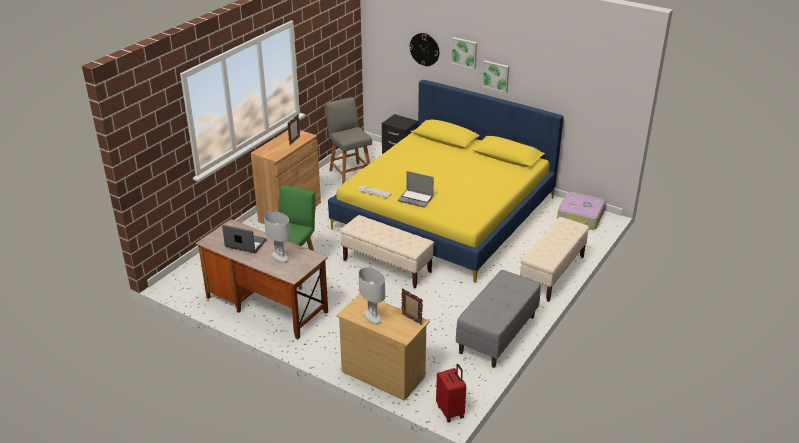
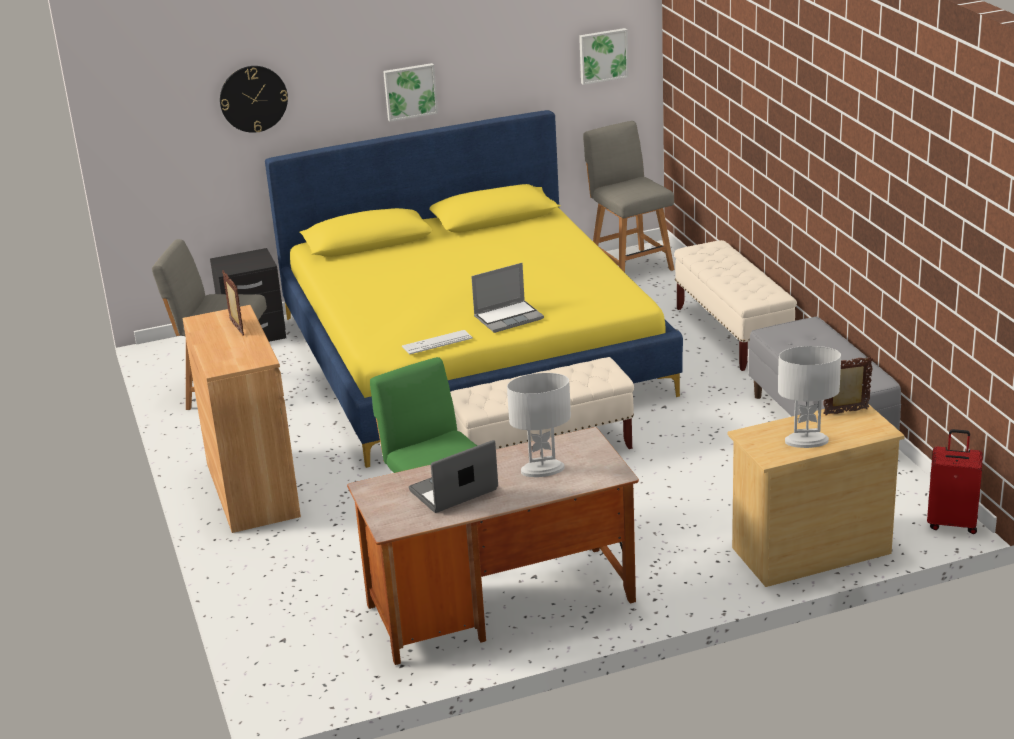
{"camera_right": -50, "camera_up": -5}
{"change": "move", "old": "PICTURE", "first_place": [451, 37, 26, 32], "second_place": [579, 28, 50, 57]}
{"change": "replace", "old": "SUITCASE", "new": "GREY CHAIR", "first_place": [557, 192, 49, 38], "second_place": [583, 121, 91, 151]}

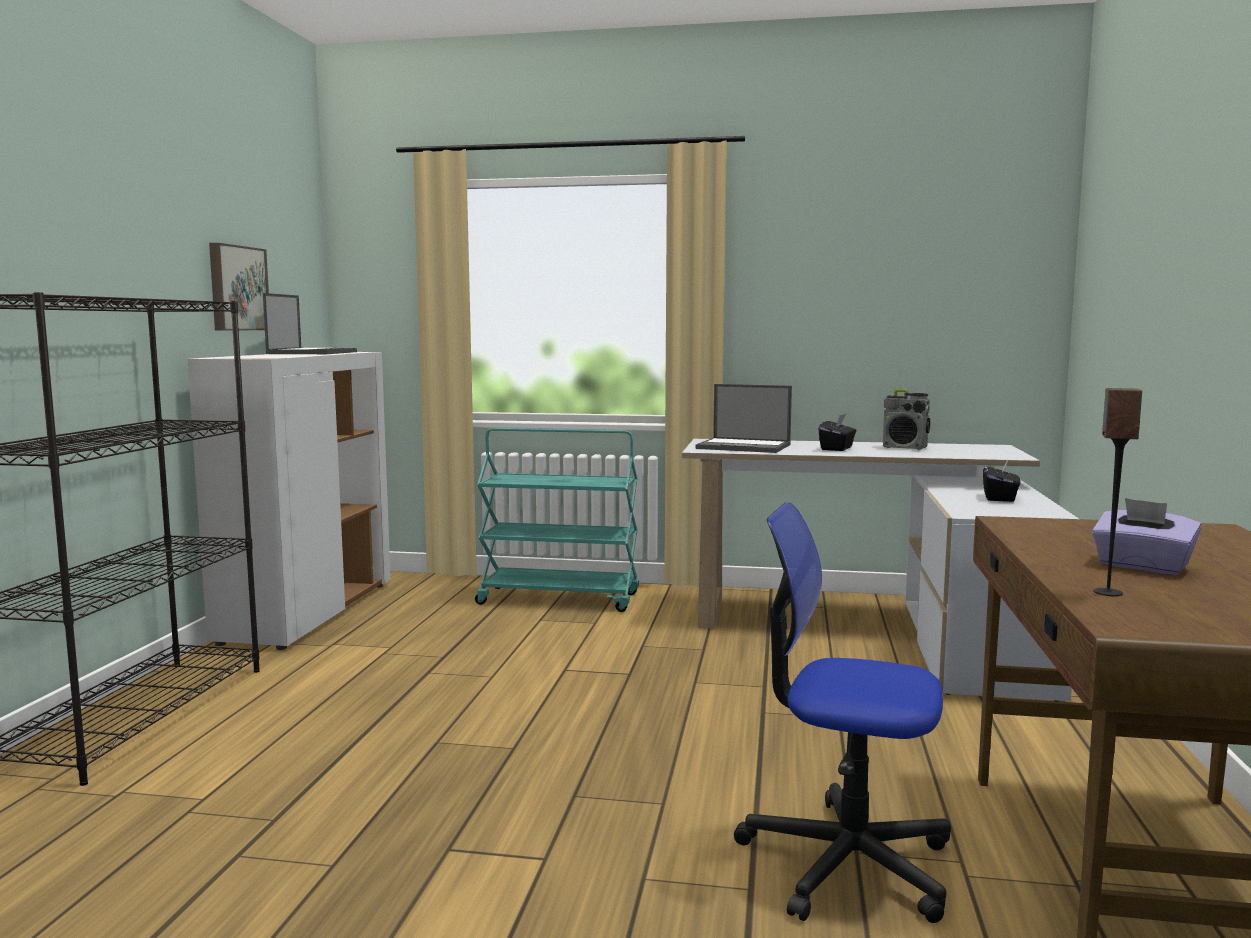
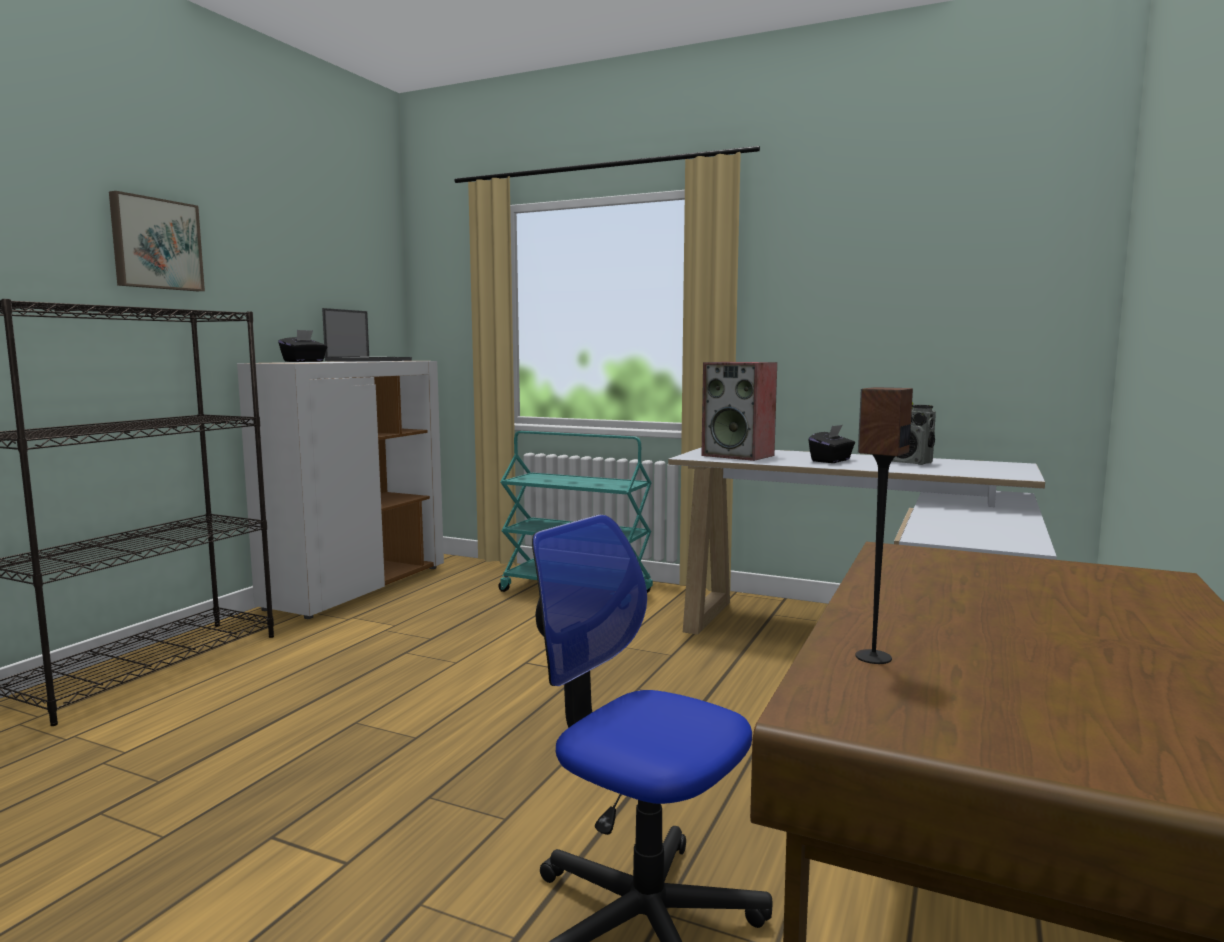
{"camera_right": 15, "camera_up": 0}
{"change": "move", "old": "PICTURE", "first_place": [209, 243, 60, 88], "second_place": [109, 191, 96, 100]}
{"change": "move", "old": "BLACK TISSUE BOX", "first_place": [983, 459, 38, 43], "second_place": [278, 330, 49, 32]}
{"change": "replace", "old": "LAPTOP", "new": "SPEAKER", "first_place": [695, 384, 97, 69], "second_place": [701, 362, 76, 99]}
{"change": "delete", "old": "PURPLE TISSUE BOX", "first_place": [1092, 498, 109, 77]}

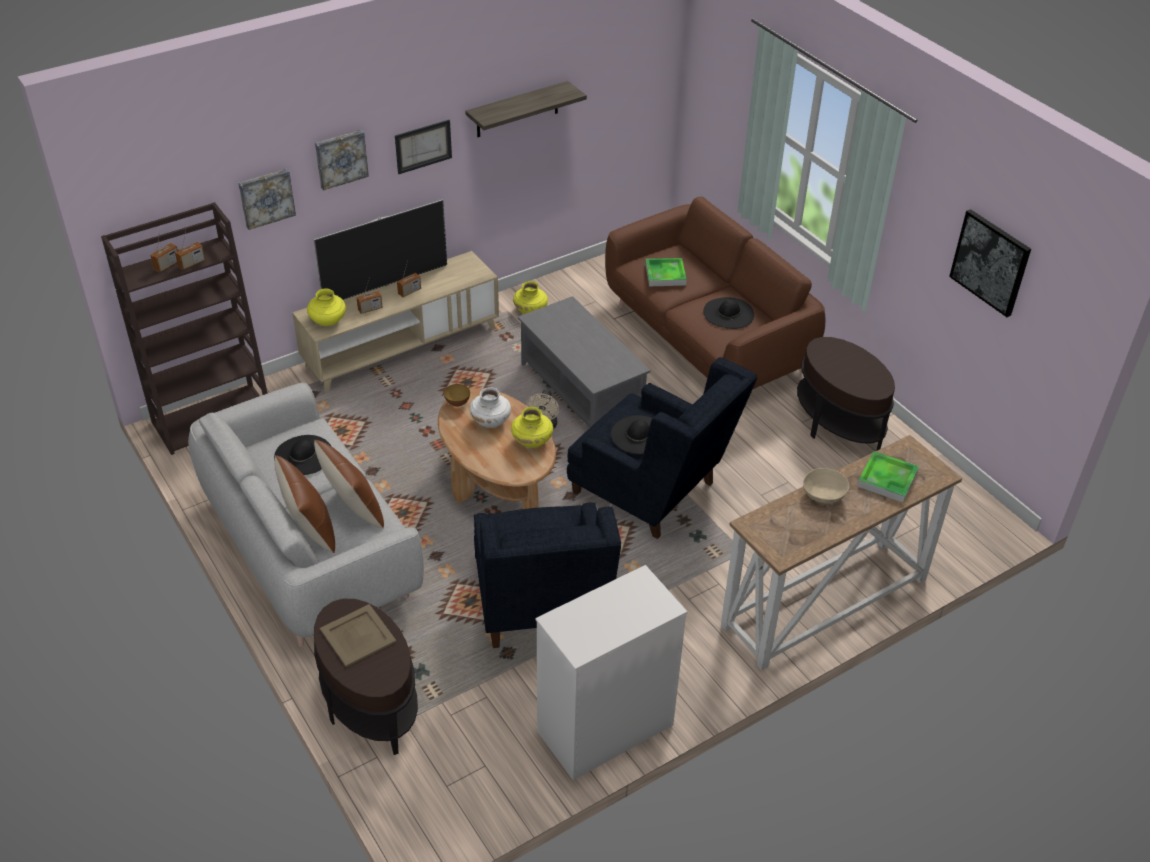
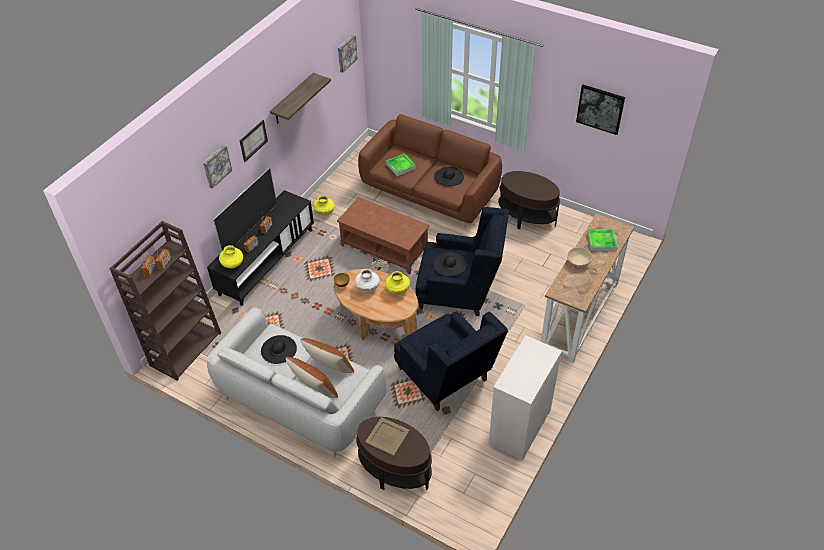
{"camera_right": -25, "camera_up": 5}
{"change": "recolor", "old": "BEIGE TV STAND", "new": "BLACK TV STAND", "first_place": [292, 251, 207, 141], "second_place": [207, 190, 107, 116]}
{"change": "recolor", "old": "GREY COFFEE TABLE", "new": "BROWN COFFEE TABLE", "first_place": [518, 296, 133, 132], "second_place": [337, 197, 92, 78]}
{"change": "move", "old": "PICTURE", "first_place": [238, 169, 58, 61], "second_place": [338, 35, 20, 38]}

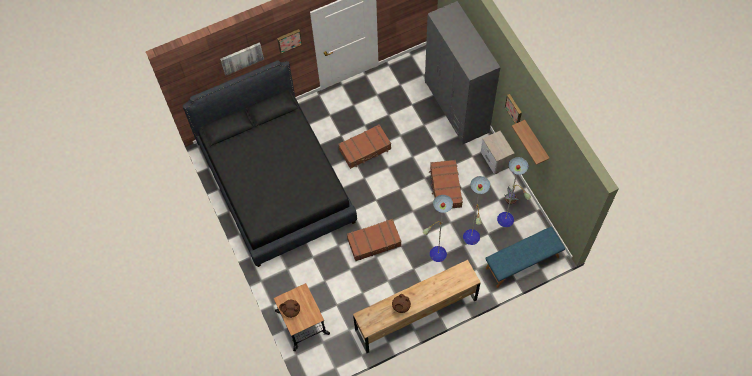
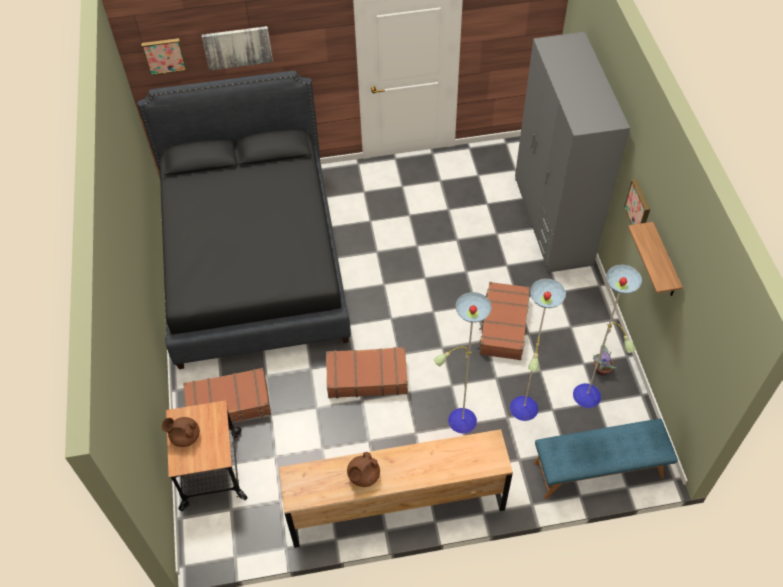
{"camera_right": 15, "camera_up": -10}
{"change": "move", "old": "PICTURE", "first_place": [277, 29, 25, 25], "second_place": [141, 38, 46, 37]}
{"change": "move", "old": "BROWN SUITCASE", "first_place": [338, 124, 53, 45], "second_place": [183, 368, 88, 54]}
{"change": "delete", "old": "NIGHTSTAND", "first_place": [481, 131, 33, 43]}

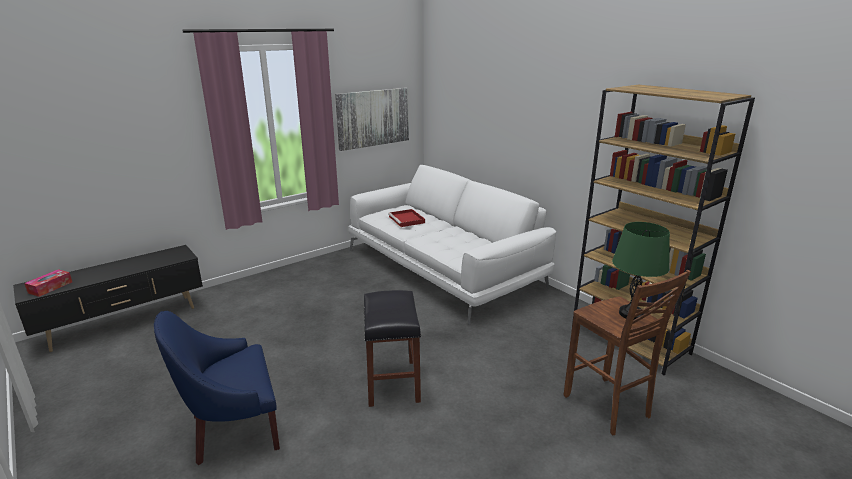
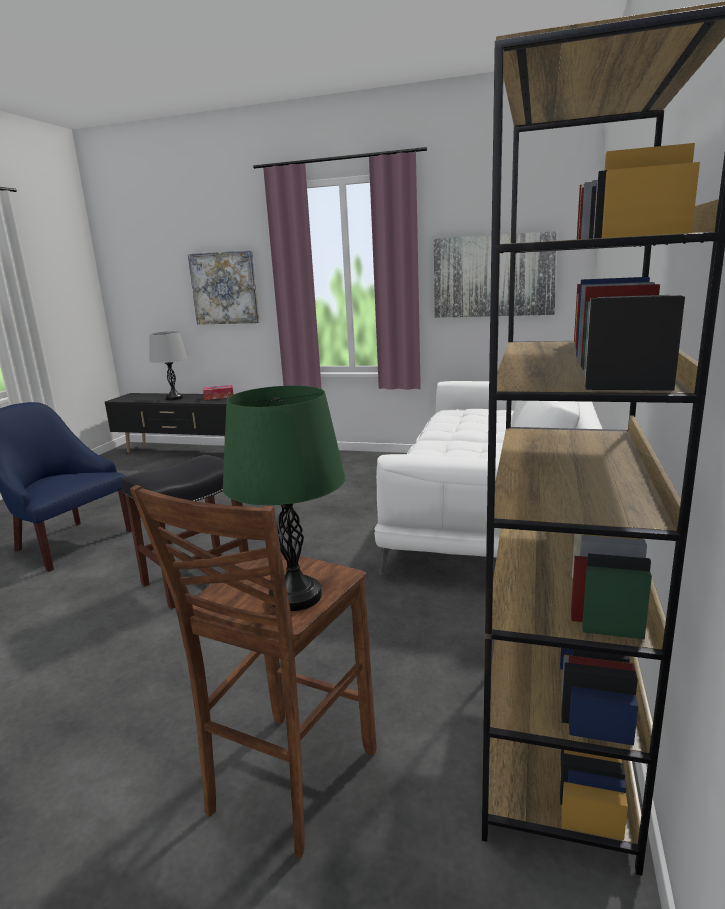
{"camera_right": 55, "camera_up": -5}
{"change": "insert", "new": "GREY TABLE LAMP", "second_place": [149, 331, 38, 69]}
{"change": "insert", "new": "PICTURE", "second_place": [188, 250, 72, 75]}
{"change": "move", "old": "TISSUE BOX", "first_place": [24, 269, 48, 28], "second_place": [203, 385, 31, 15]}
{"change": "delete", "old": "RED TRAY", "first_place": [388, 209, 37, 18]}

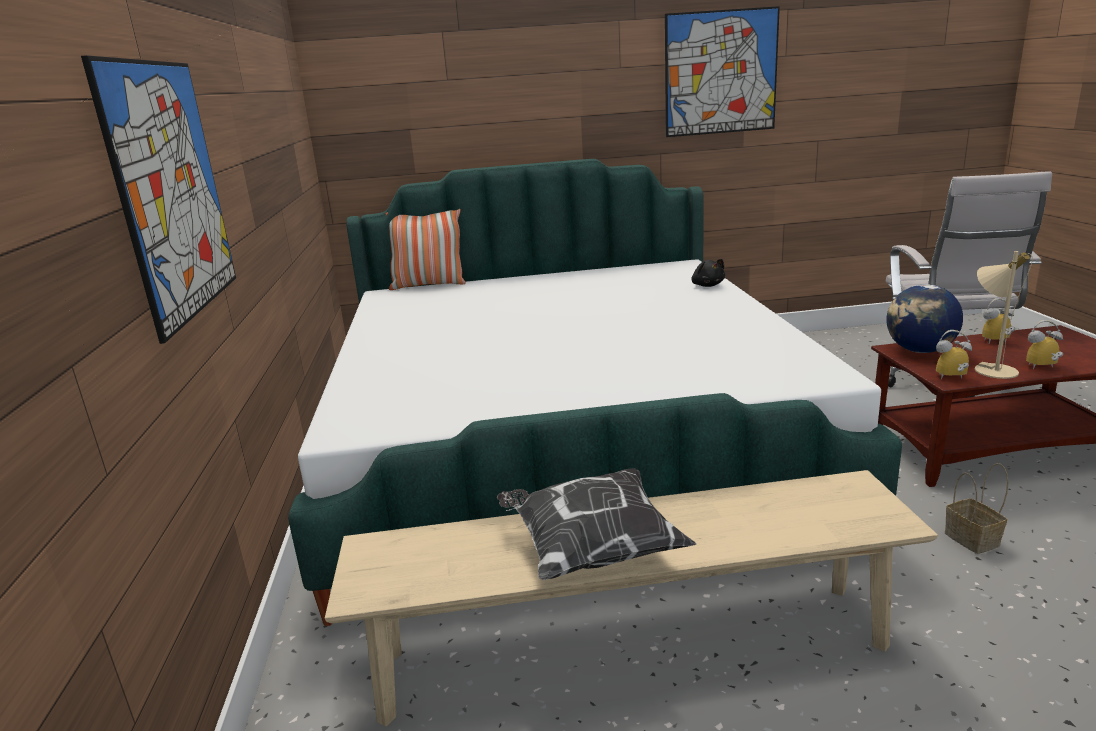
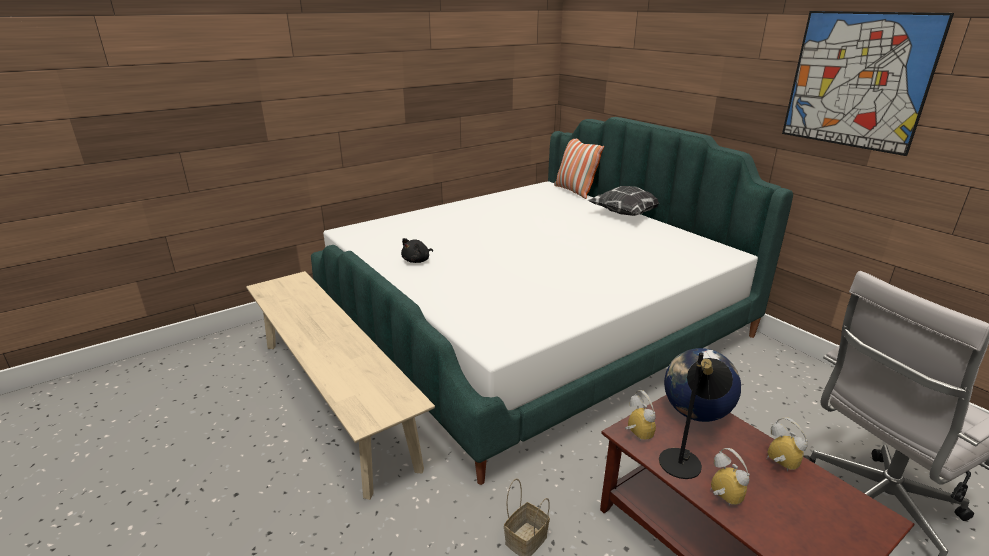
{"camera_right": 60, "camera_up": 5}
{"change": "move", "old": "BLACK PLUSH TOY", "first_place": [692, 259, 33, 28], "second_place": [401, 238, 32, 25]}
{"change": "move", "old": "PILLOW", "first_place": [497, 468, 199, 112], "second_place": [588, 186, 71, 30]}
{"change": "recolor", "old": "BEIGE TABLE LAMP", "new": "BLACK TABLE LAMP", "first_place": [975, 251, 58, 128], "second_place": [659, 352, 74, 127]}
{"change": "delete", "old": "PICTURE", "first_place": [81, 55, 155, 289]}

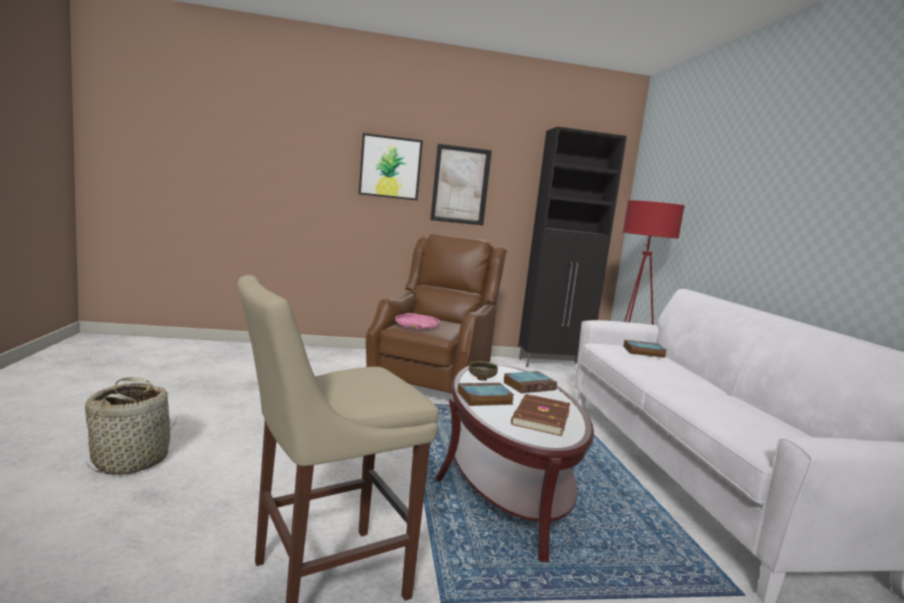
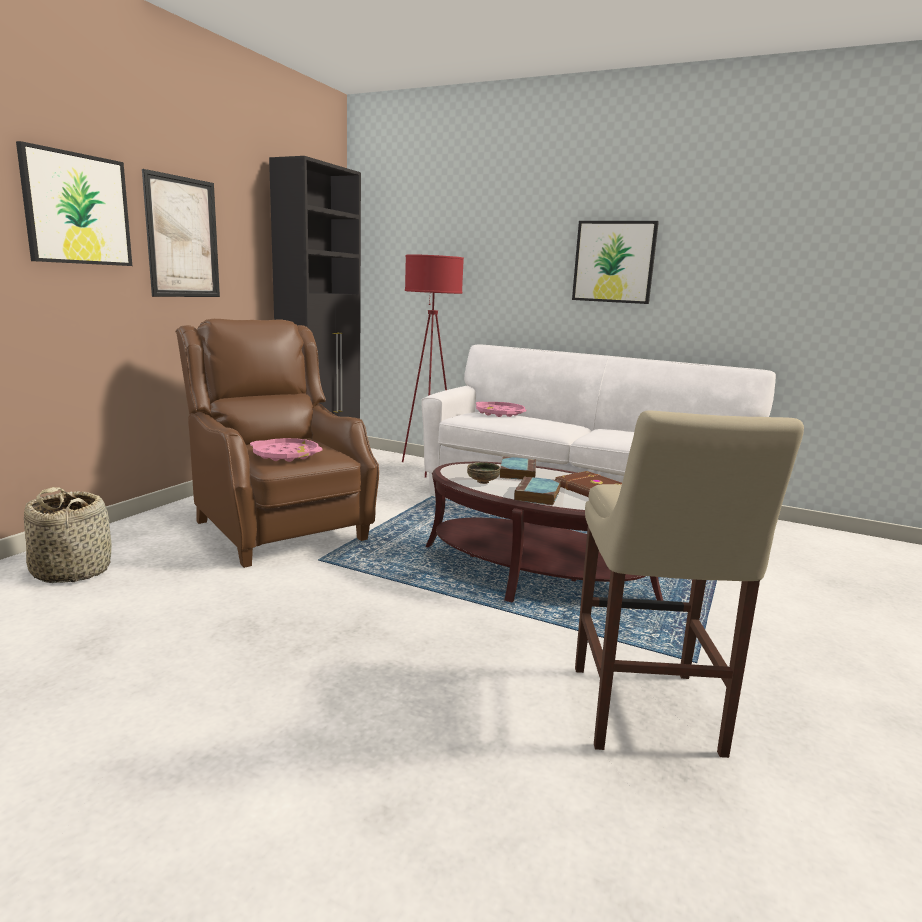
{"camera_right": -55, "camera_up": 5}
{"change": "move", "old": "BASKET", "first_place": [85, 377, 92, 98], "second_place": [24, 487, 87, 96]}
{"change": "replace", "old": "BOOK", "new": "PINK TRAY", "first_place": [623, 340, 43, 18], "second_place": [476, 402, 50, 15]}
{"change": "insert", "new": "PICTURE", "second_place": [572, 221, 87, 83]}

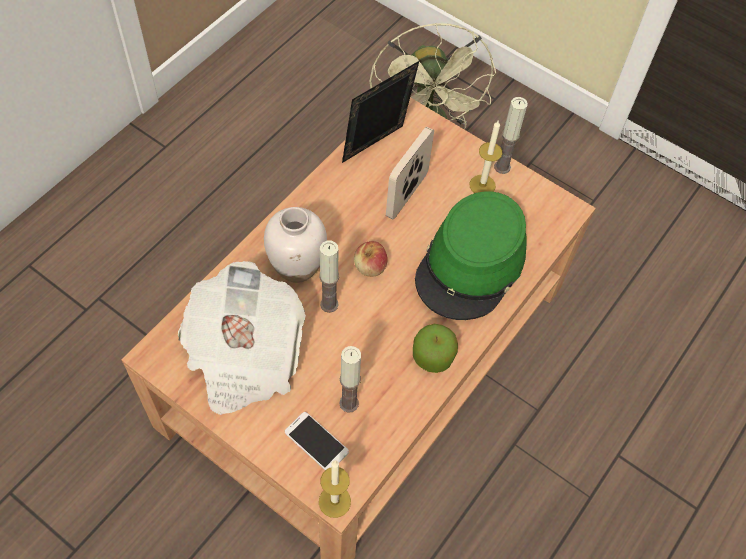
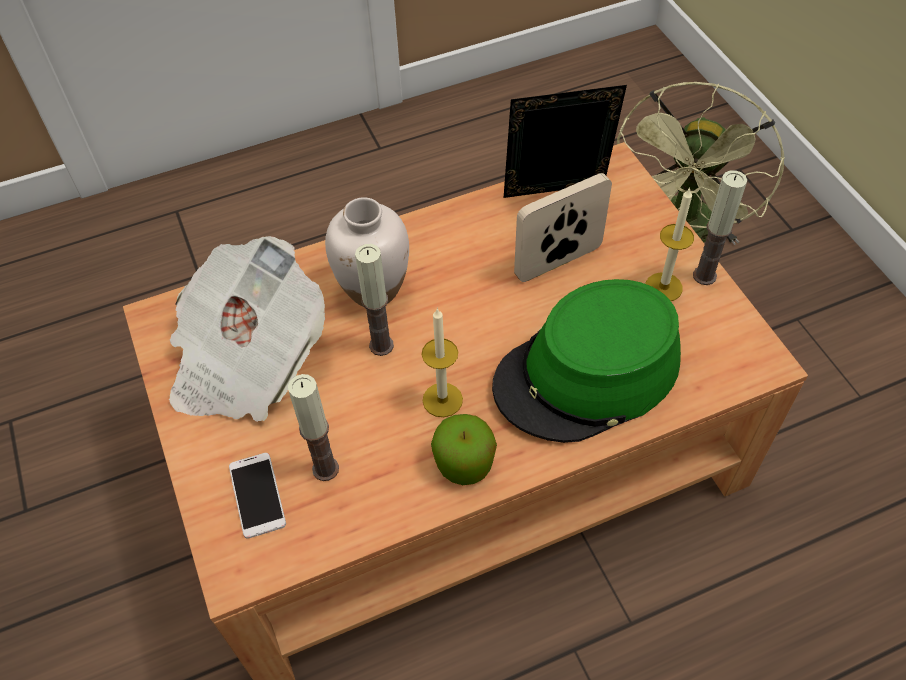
{"camera_right": 35, "camera_up": -5}
{"change": "move", "old": "CANDLE", "first_place": [319, 460, 32, 58], "second_place": [421, 307, 42, 110]}
{"change": "delete", "old": "APPLE", "first_place": [354, 241, 34, 36]}

